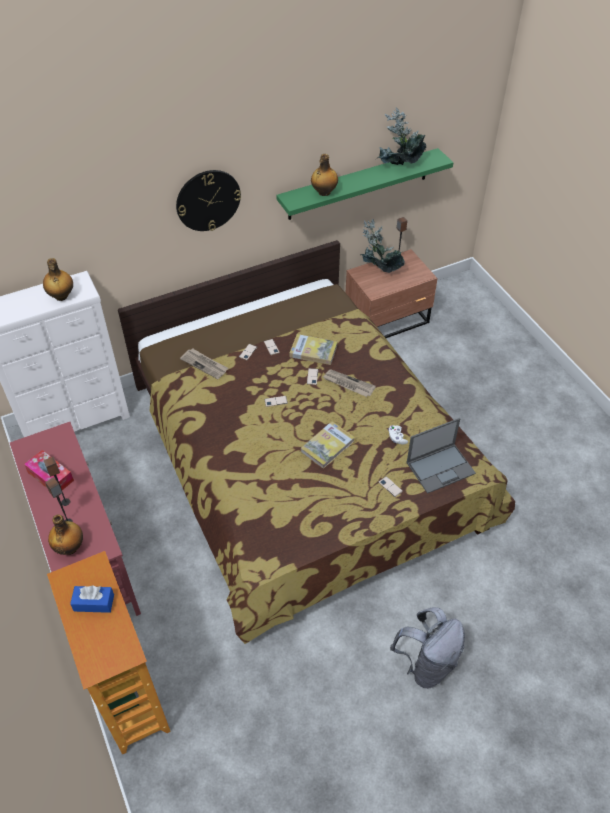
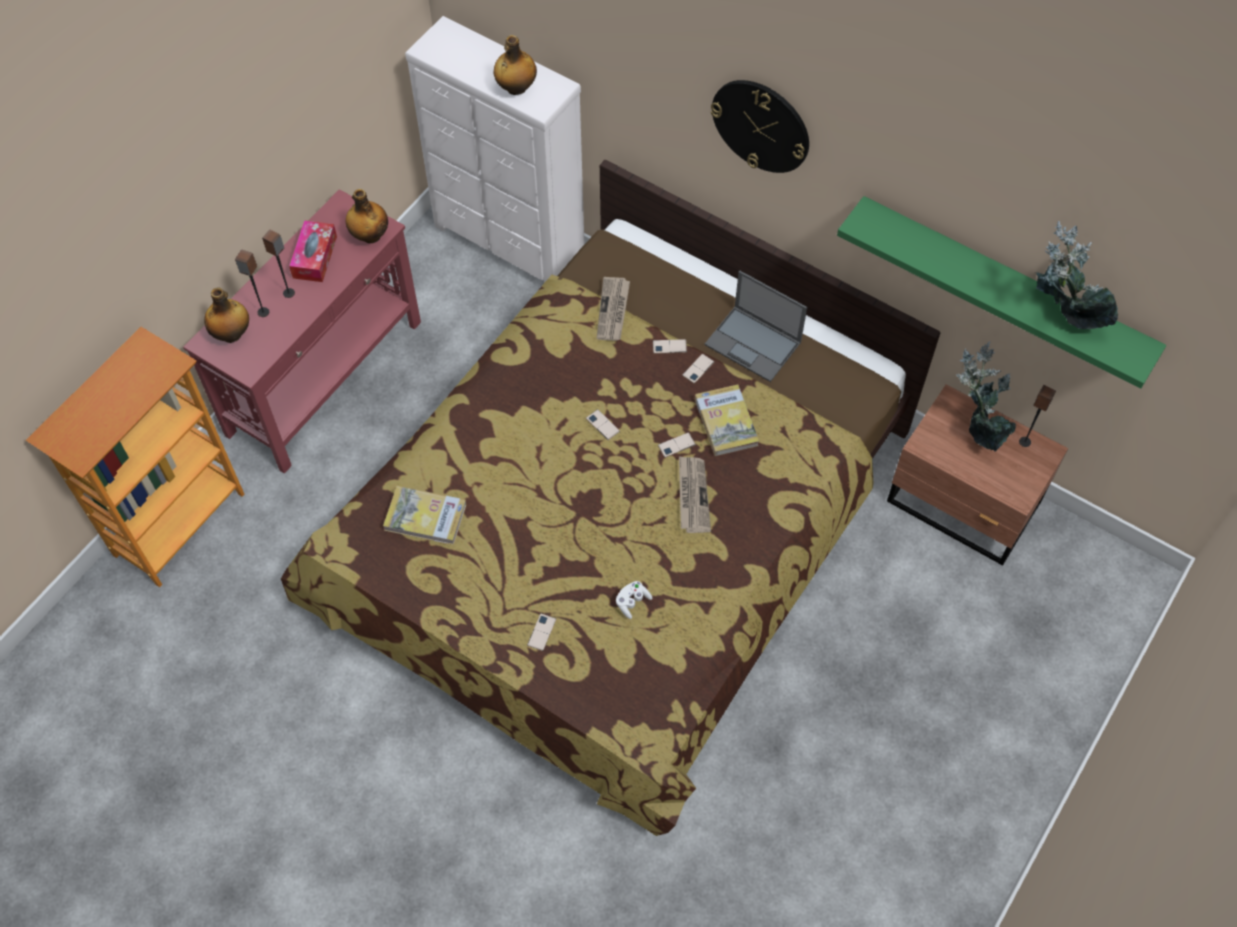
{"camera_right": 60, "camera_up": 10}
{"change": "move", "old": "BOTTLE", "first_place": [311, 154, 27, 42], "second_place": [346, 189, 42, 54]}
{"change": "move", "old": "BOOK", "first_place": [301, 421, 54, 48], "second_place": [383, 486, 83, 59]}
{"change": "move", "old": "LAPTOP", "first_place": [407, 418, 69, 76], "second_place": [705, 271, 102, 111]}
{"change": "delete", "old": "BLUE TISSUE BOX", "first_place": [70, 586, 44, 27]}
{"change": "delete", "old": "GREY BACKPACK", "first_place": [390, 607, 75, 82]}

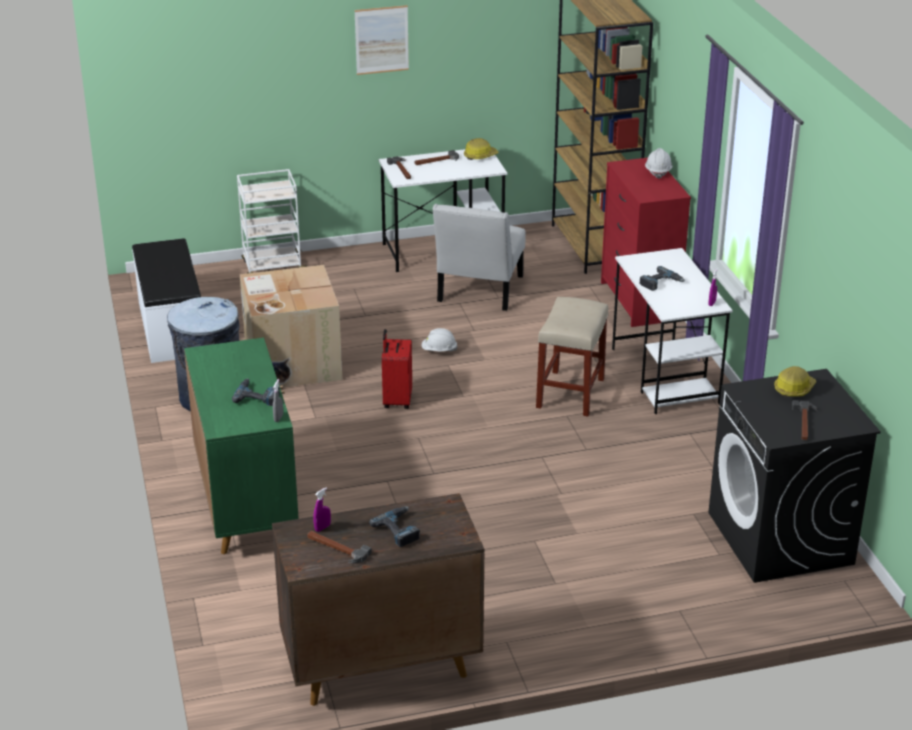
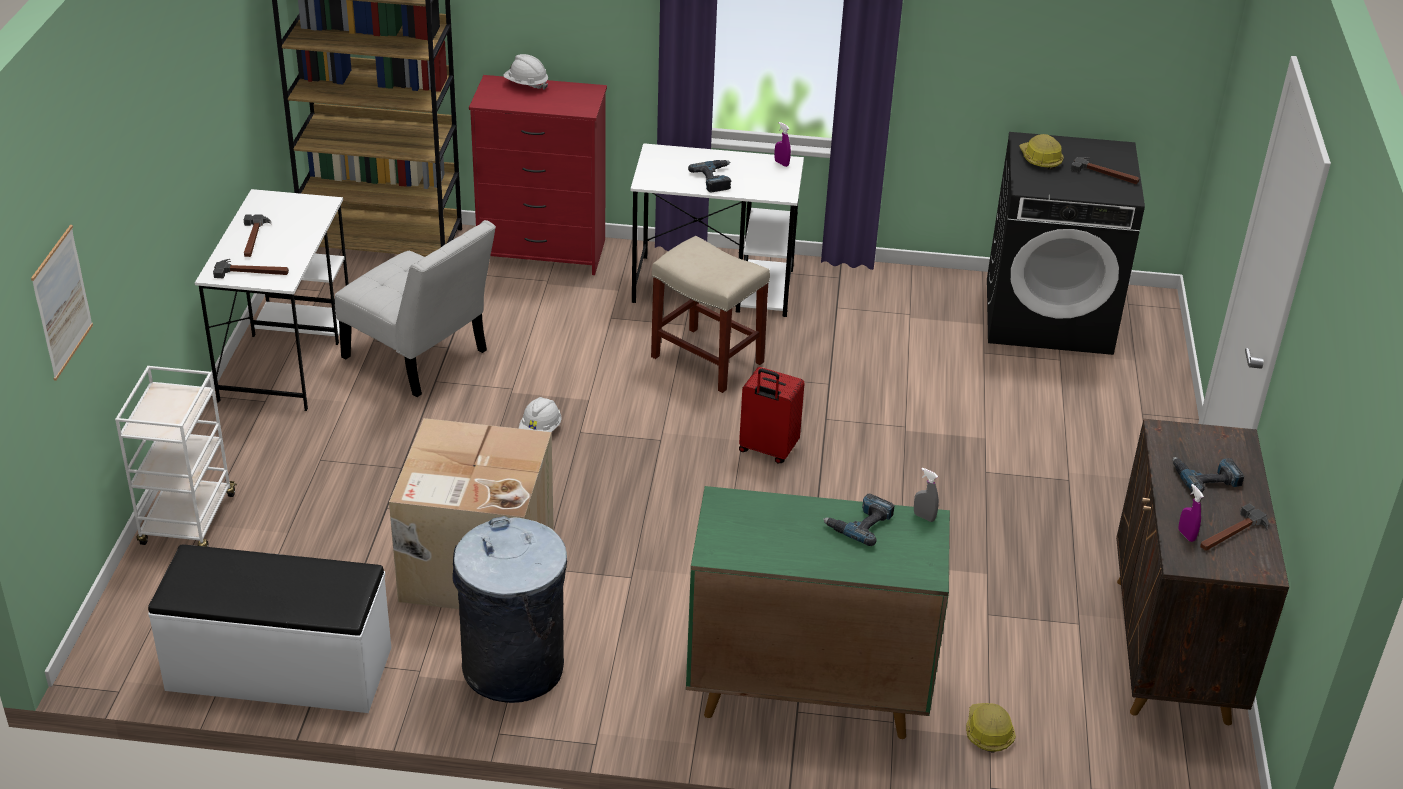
{"camera_right": -70, "camera_up": 5}
{"change": "move", "old": "PICTURE", "first_place": [354, 5, 55, 70], "second_place": [31, 225, 62, 156]}
{"change": "move", "old": "RED SUITCASE", "first_place": [382, 329, 30, 80], "second_place": [739, 367, 66, 97]}
{"change": "move", "old": "HARD HAT", "first_place": [464, 138, 35, 22], "second_place": [966, 703, 50, 50]}

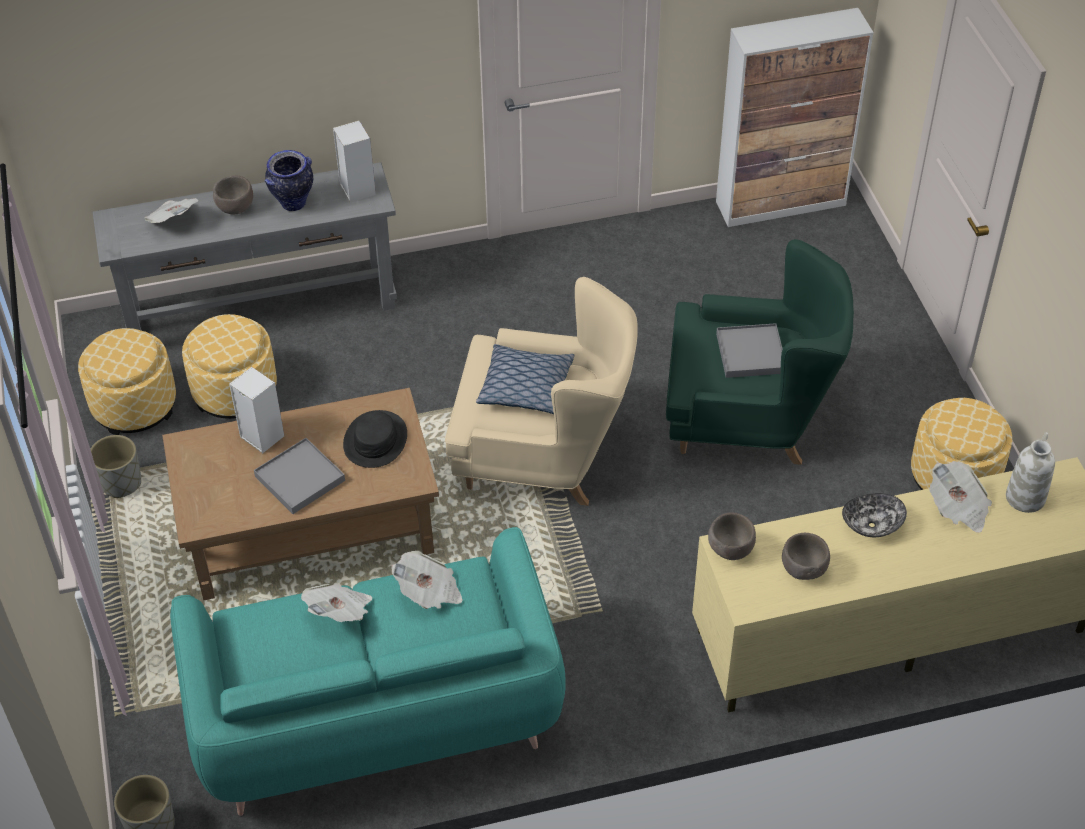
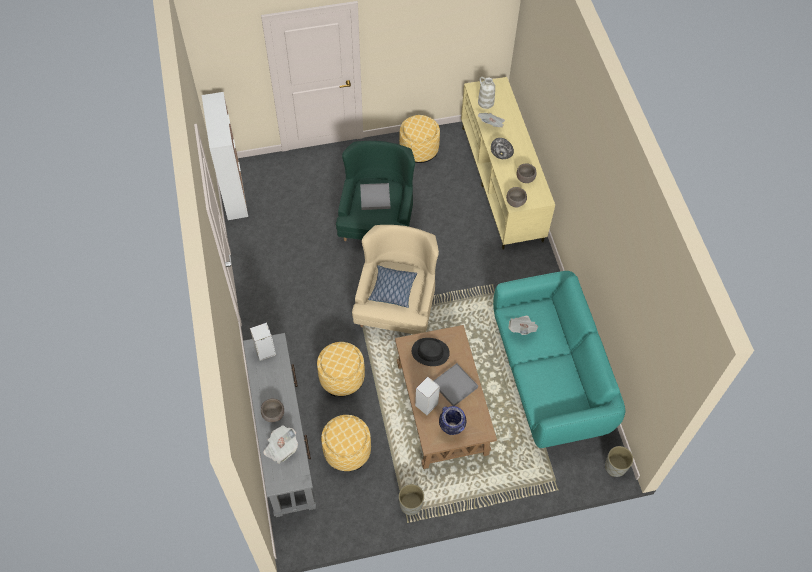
{"camera_right": -90, "camera_up": 10}
{"change": "move", "old": "OTTOMAN", "first_place": [78, 328, 98, 107], "second_place": [317, 342, 48, 55]}
{"change": "move", "old": "VASE", "first_place": [264, 150, 49, 61], "second_place": [439, 406, 27, 29]}
{"change": "delete", "old": "NEWSPAPER", "first_place": [301, 583, 71, 39]}

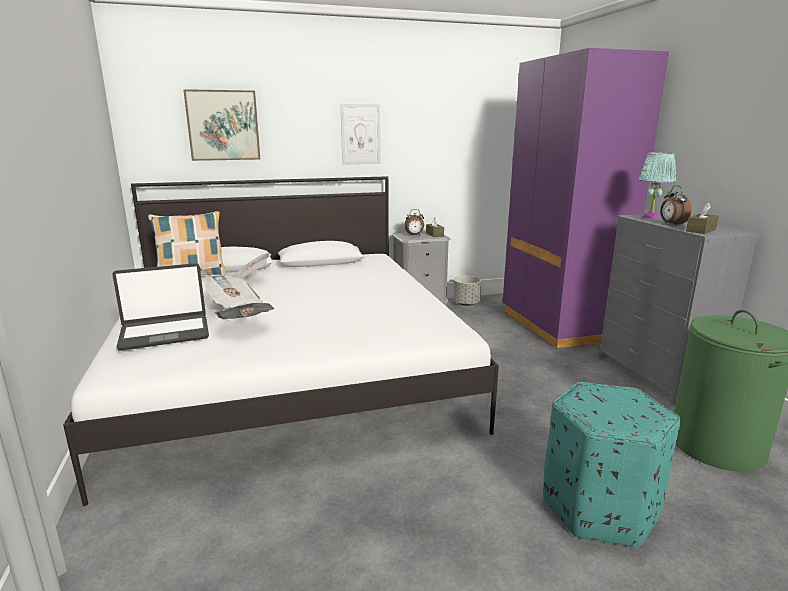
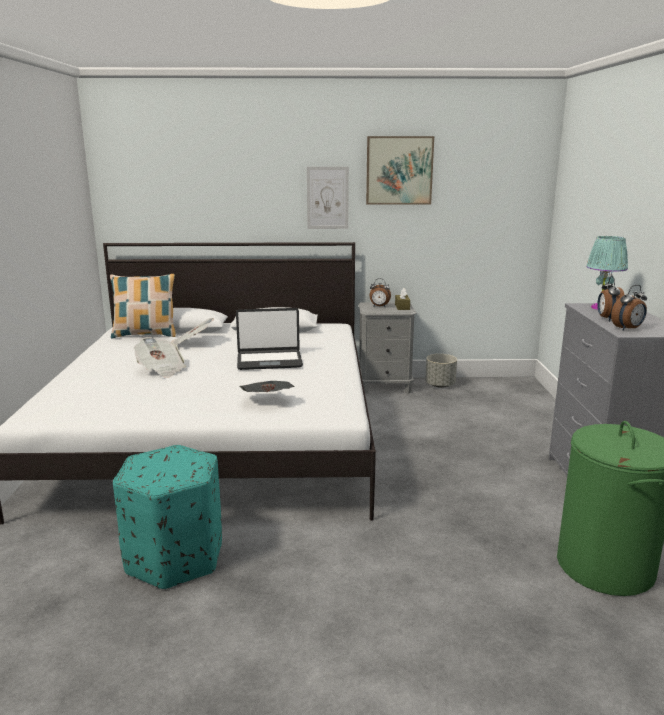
{"camera_right": 15, "camera_up": 0}
{"change": "move", "old": "TURQUOISE OTTOMAN", "first_place": [543, 382, 138, 166], "second_place": [113, 445, 109, 145]}
{"change": "move", "old": "LAPTOP", "first_place": [112, 263, 97, 88], "second_place": [236, 308, 67, 62]}
{"change": "move", "old": "NEWSPAPER", "first_place": [215, 303, 59, 16], "second_place": [239, 381, 56, 11]}
{"change": "move", "old": "PICTURE", "first_place": [183, 89, 77, 72], "second_place": [366, 136, 68, 69]}
{"change": "replace", "old": "BROWN TISSUE BOX", "new": "ALARM CLOCK", "first_place": [686, 203, 33, 31], "second_place": [611, 285, 36, 46]}
{"change": "delete", "old": "PURPLE WARDROBE", "first_place": [503, 48, 166, 301]}

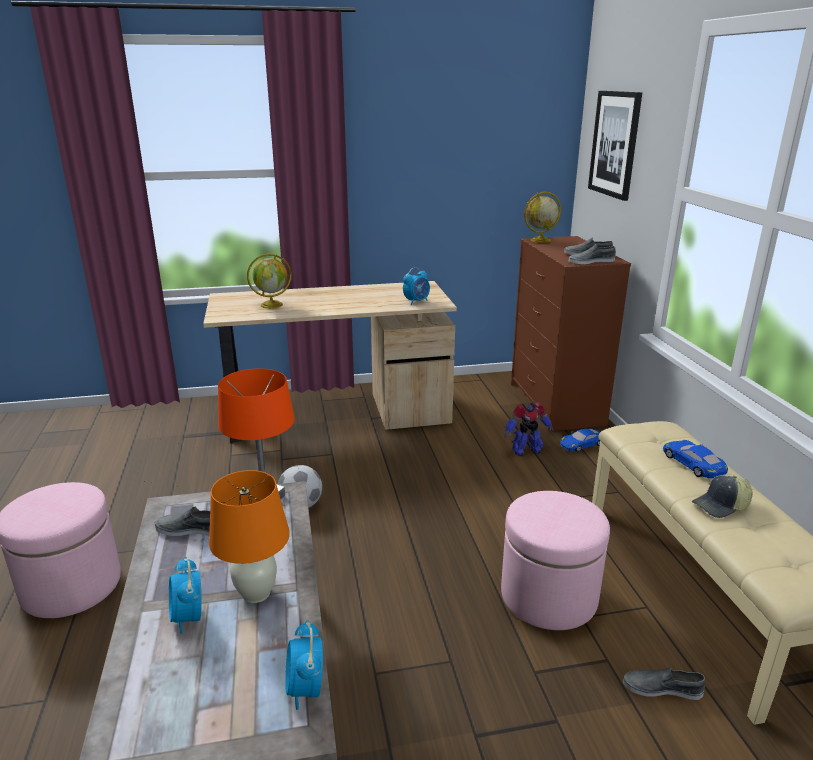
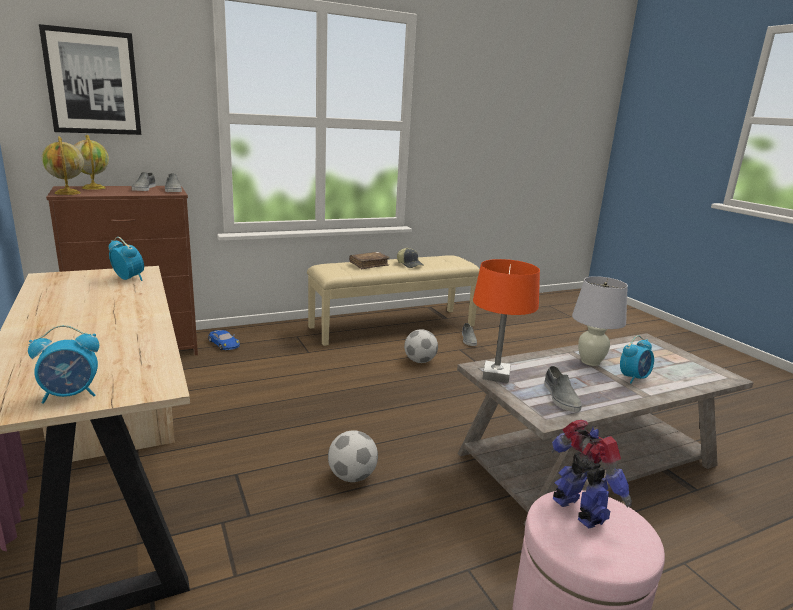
{"camera_right": -105, "camera_up": -5}
{"change": "move", "old": "ALARM CLOCK", "first_place": [285, 620, 38, 90], "second_place": [28, 325, 71, 79]}
{"change": "move", "old": "GLOBE", "first_place": [247, 254, 45, 55], "second_place": [74, 135, 35, 55]}
{"change": "replace", "old": "BLUE TOY CAR", "new": "BROWN BOOK", "first_place": [663, 440, 65, 38], "second_place": [349, 252, 41, 17]}
{"change": "replace", "old": "PINK OTTOMAN", "new": "FOOTBALL", "first_place": [501, 491, 109, 139], "second_place": [404, 329, 34, 34]}
{"change": "move", "old": "TOY ROBOT", "first_place": [504, 402, 50, 54], "second_place": [552, 420, 80, 108]}
{"change": "recolor", "old": "ORANGE TABLE LAMP", "new": "WHITE TABLE LAMP", "first_place": [209, 470, 81, 133], "second_place": [572, 276, 56, 90]}

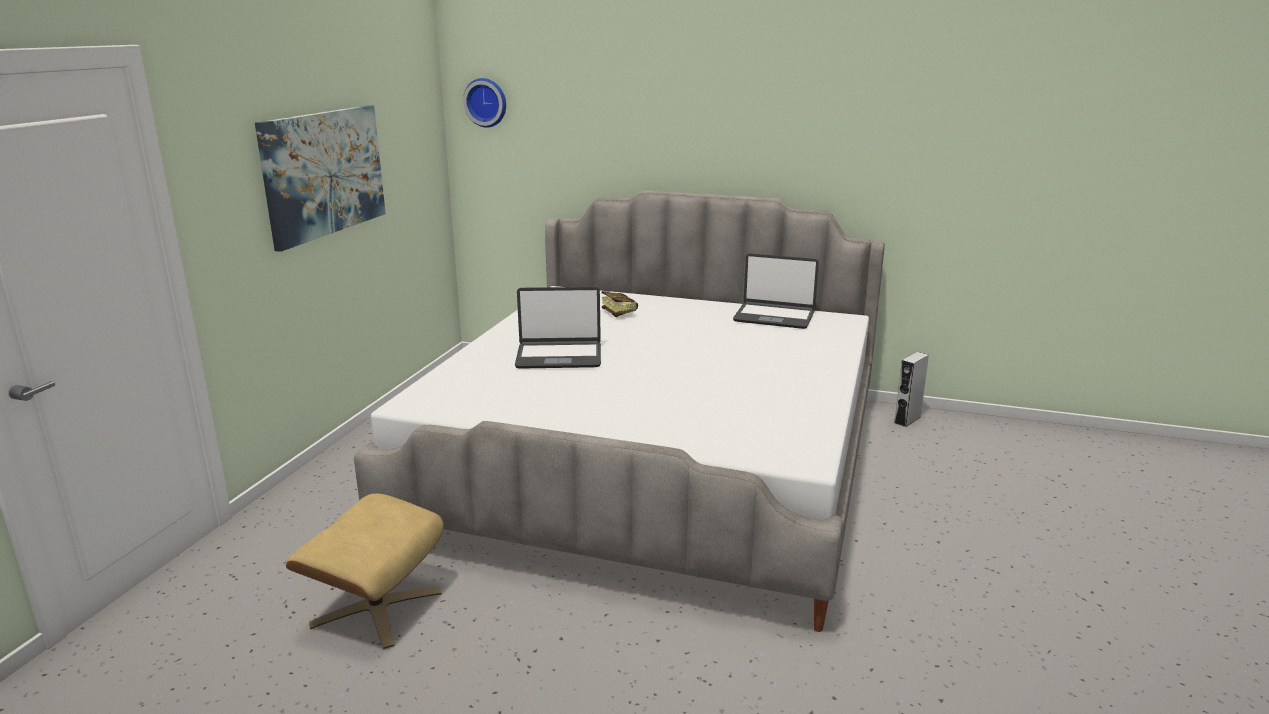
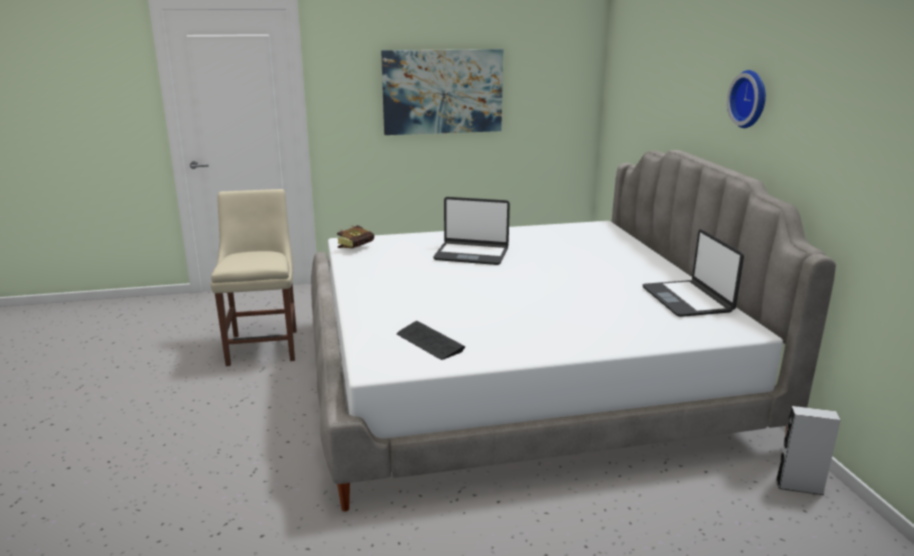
{"camera_right": 60, "camera_up": 0}
{"change": "replace", "old": "BEIGE OTTOMAN", "new": "BEIGE CHAIR", "first_place": [286, 493, 158, 156], "second_place": [211, 189, 86, 177]}
{"change": "move", "old": "BOOK", "first_place": [602, 291, 36, 26], "second_place": [337, 225, 37, 23]}
{"change": "insert", "new": "KEYBOARD", "second_place": [397, 321, 68, 39]}
{"change": "rotate", "old": "LAPTOP", "first_place": [515, 287, 86, 82], "second_place": [433, 197, 77, 68], "degrees": -45}
{"change": "move", "old": "WALL CLOCK", "first_place": [463, 78, 43, 50], "second_place": [727, 70, 39, 58]}

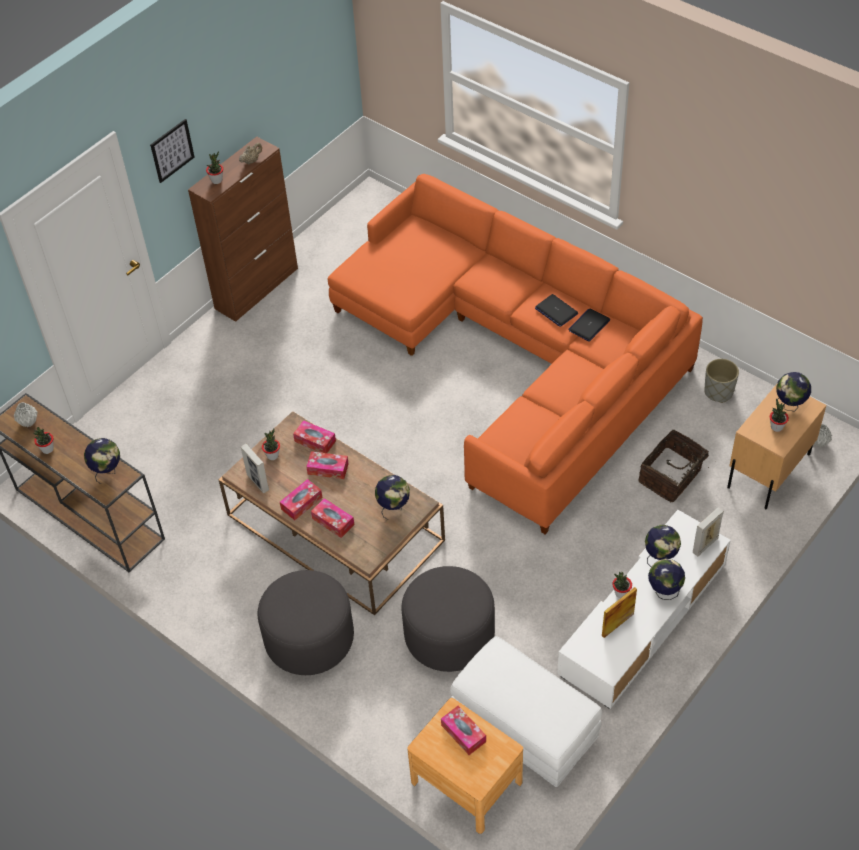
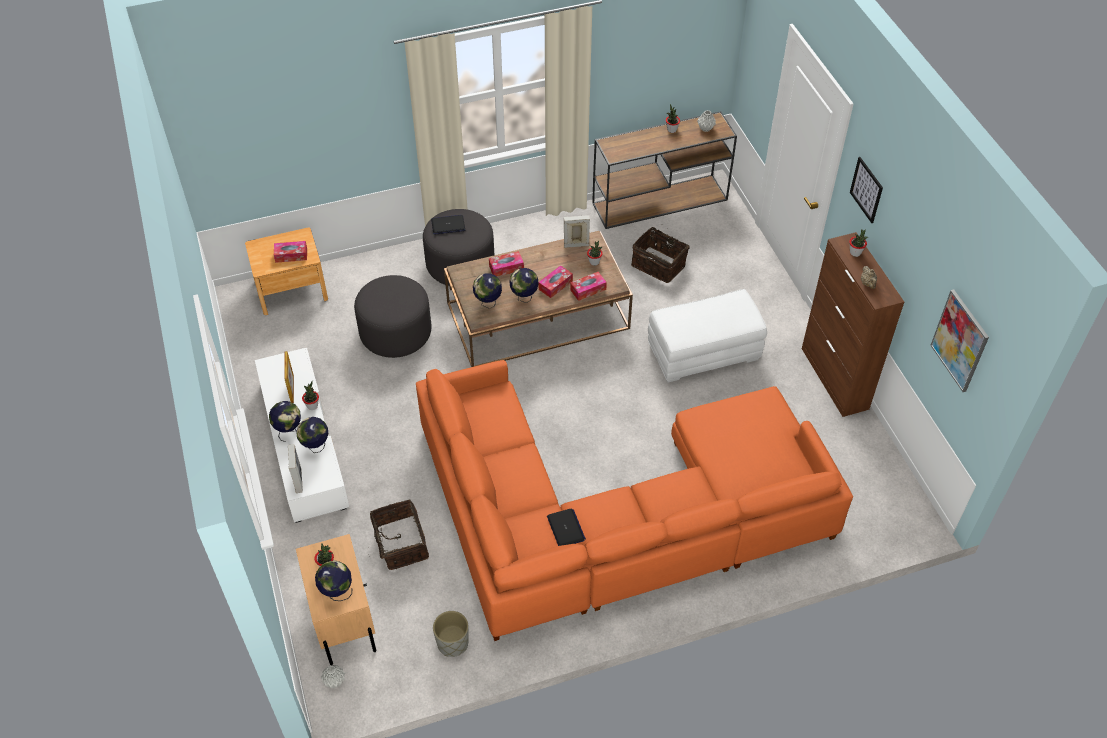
{"camera_right": 120, "camera_up": 0}
{"change": "move", "old": "LAPTOP", "first_place": [535, 294, 43, 33], "second_place": [431, 215, 34, 20]}
{"change": "move", "old": "GLOBE", "first_place": [84, 438, 36, 46], "second_place": [509, 268, 29, 35]}
{"change": "insert", "new": "BASKET", "second_place": [631, 227, 59, 56]}
{"change": "move", "old": "WHITE OTTOMAN", "first_place": [450, 636, 152, 151], "second_place": [648, 289, 119, 94]}
{"change": "insert", "new": "PICTURE", "second_place": [930, 290, 59, 102]}
{"change": "delete", "old": "TISSUE BOX", "first_place": [280, 479, 43, 41]}

